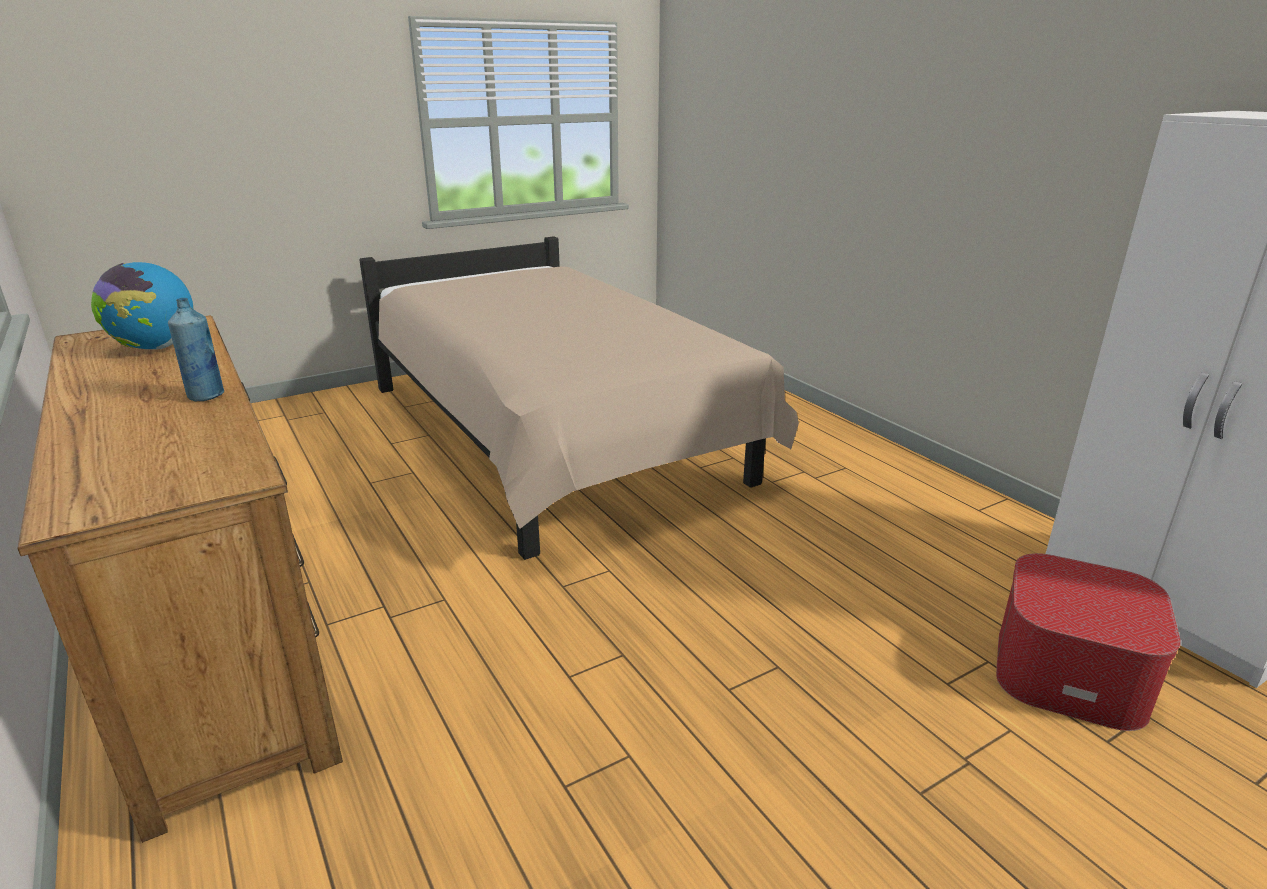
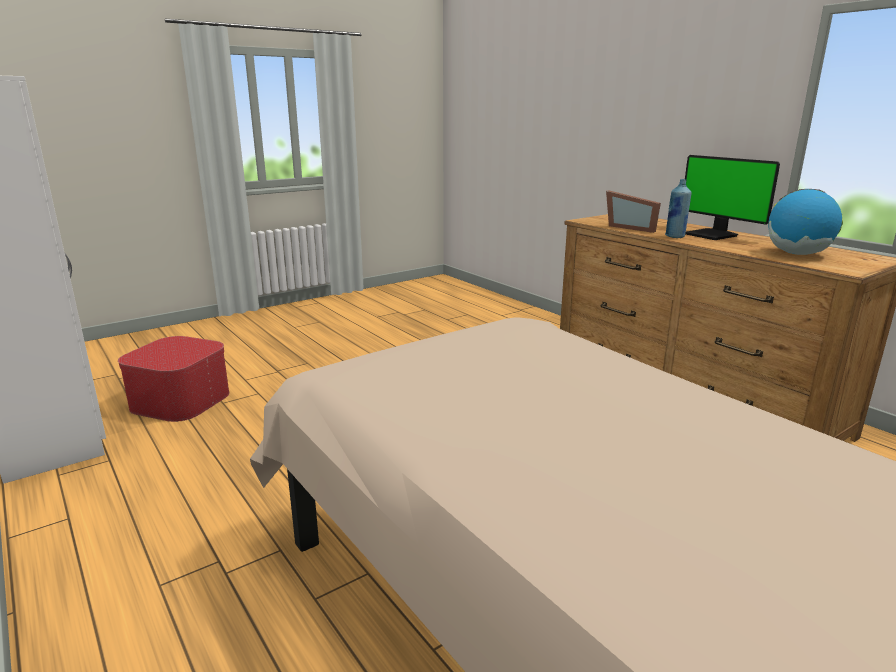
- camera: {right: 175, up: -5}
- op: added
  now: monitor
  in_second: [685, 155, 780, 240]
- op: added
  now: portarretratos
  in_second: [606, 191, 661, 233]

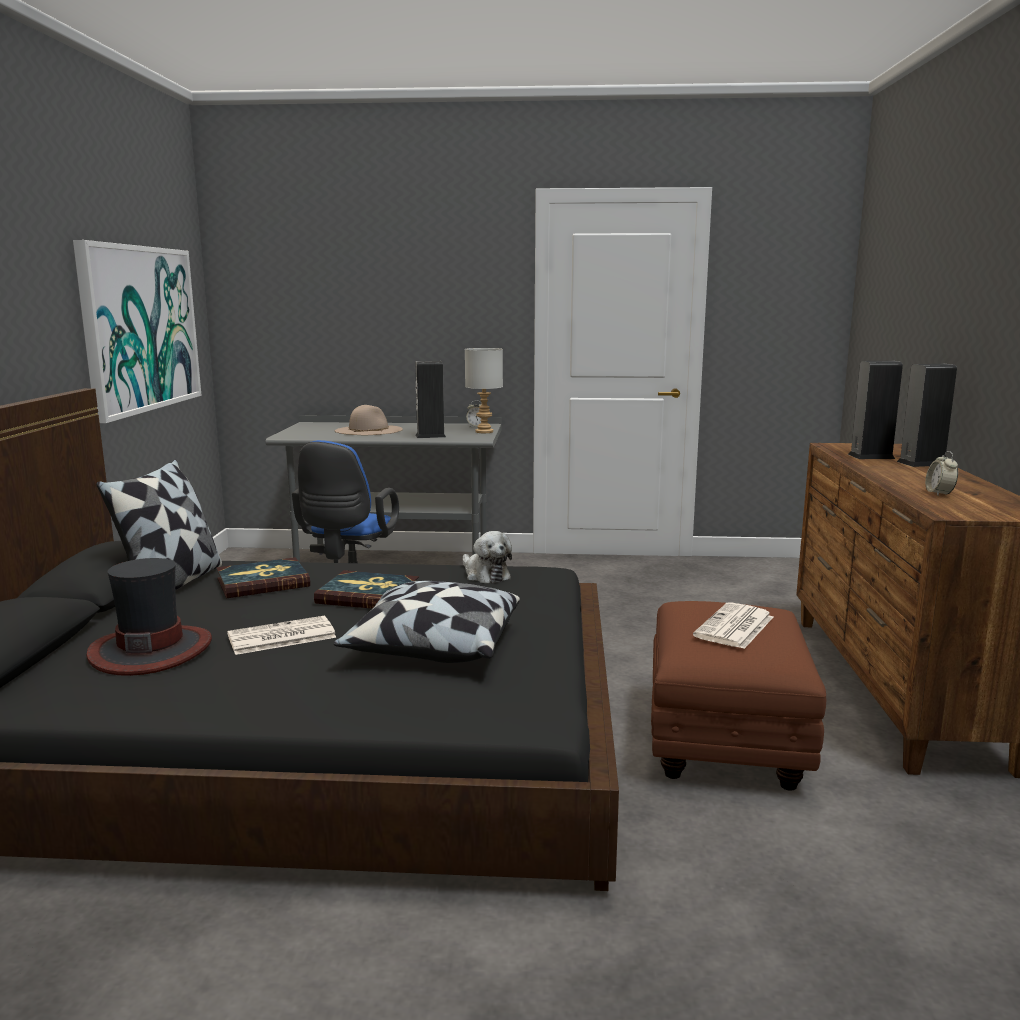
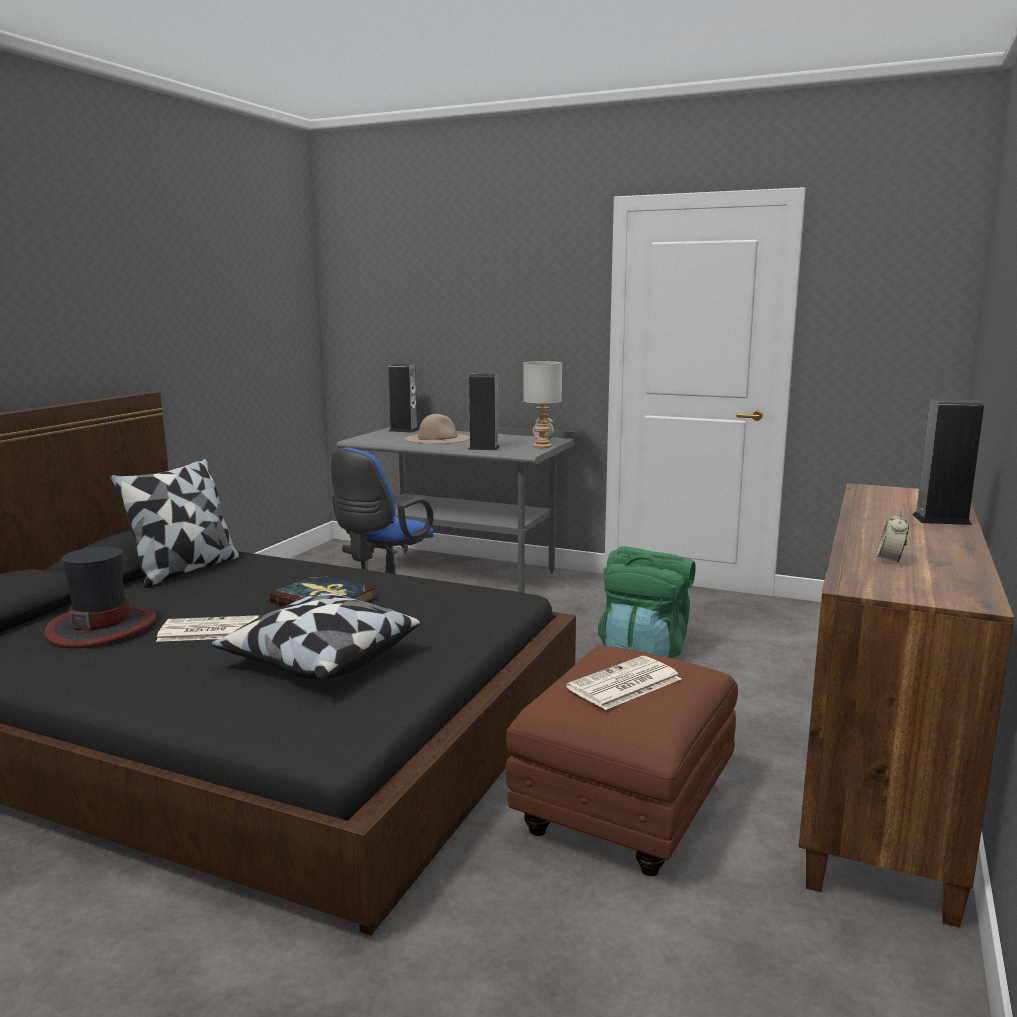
- camera: {right: 20, up: 0}
- op: removed
  was: cuadro
  in_first: [73, 240, 202, 423]
- op: moved
  was: altavoz
  in_first: [848, 361, 903, 459]
  in_second: [388, 364, 419, 433]
- op: removed
  was: peluche
  in_first: [463, 531, 512, 583]
- op: removed
  was: libro
  in_first: [216, 557, 310, 598]
- op: added
  now: mochila (verde)
  in_second: [598, 546, 695, 658]

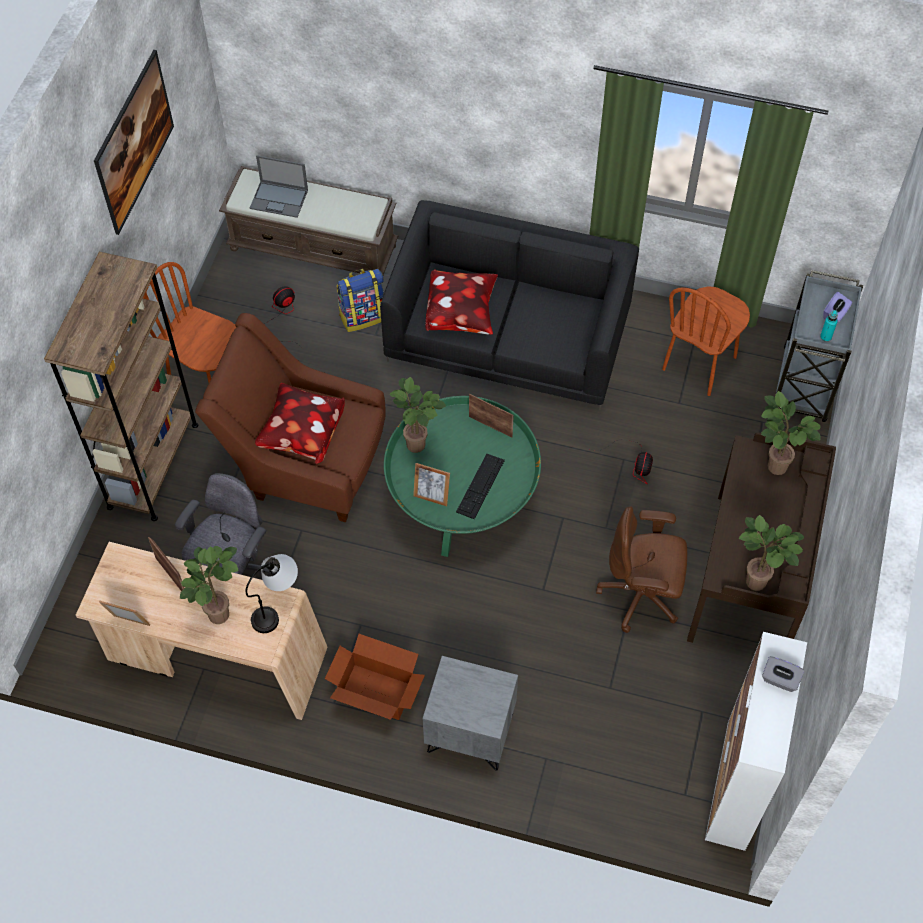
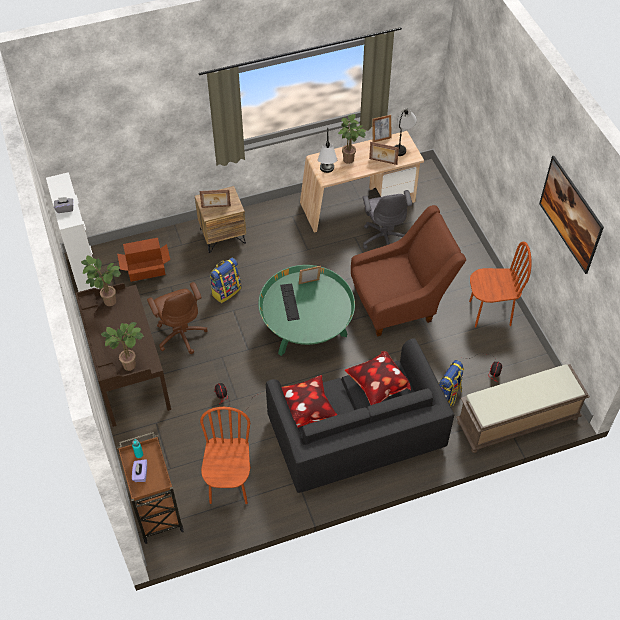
- camera: {right: 145, up: -5}
- op: removed
  was: portátil
  in_first: [250, 155, 308, 218]
- op: removed
  was: estantería (marrón)
  in_first: [44, 252, 198, 521]
- op: recoloured
  was: carrito (gris)
  now: carrito (marrón)
  in_first: [776, 270, 863, 422]
  in_second: [117, 432, 184, 544]
- op: removed
  was: planta en maceta
  in_first: [390, 377, 446, 453]
- op: moved
  was: cojín
  in_first: [255, 383, 345, 464]
  in_second: [281, 375, 337, 428]
- op: moved
  was: portarretratos
  in_first: [469, 394, 514, 438]
  in_second: [199, 190, 231, 208]
- op: turned
  was: silla de oficina (marrón)
  in_first: [596, 506, 687, 633]
  in_second: [147, 282, 208, 354]
  clockwise: 90
- op: moved
  was: caja de cartón
  in_first: [325, 634, 425, 720]
  in_second: [117, 238, 170, 282]
- op: recoloured
  was: mesita de noche (gris)
  now: mesita de noche (marrón)
  in_first: [423, 656, 518, 770]
  in_second: [195, 186, 246, 253]
- op: added
  now: lámpara de mesa
  in_second: [394, 108, 417, 156]
- op: added
  now: mochila
  in_second: [210, 258, 241, 303]

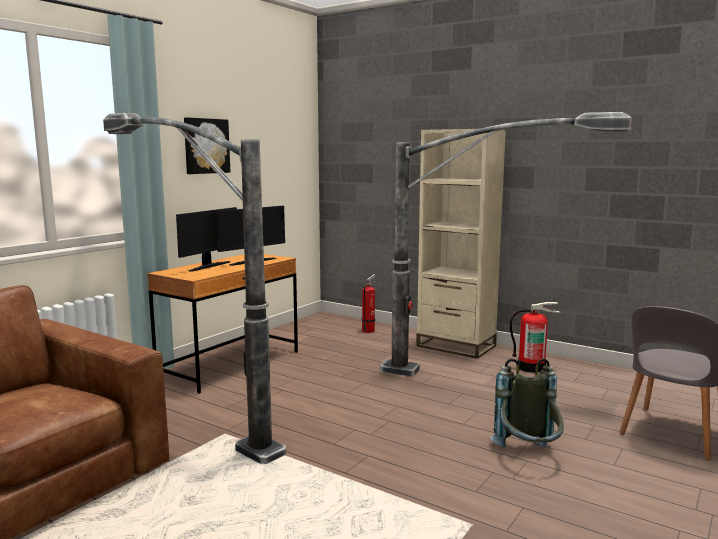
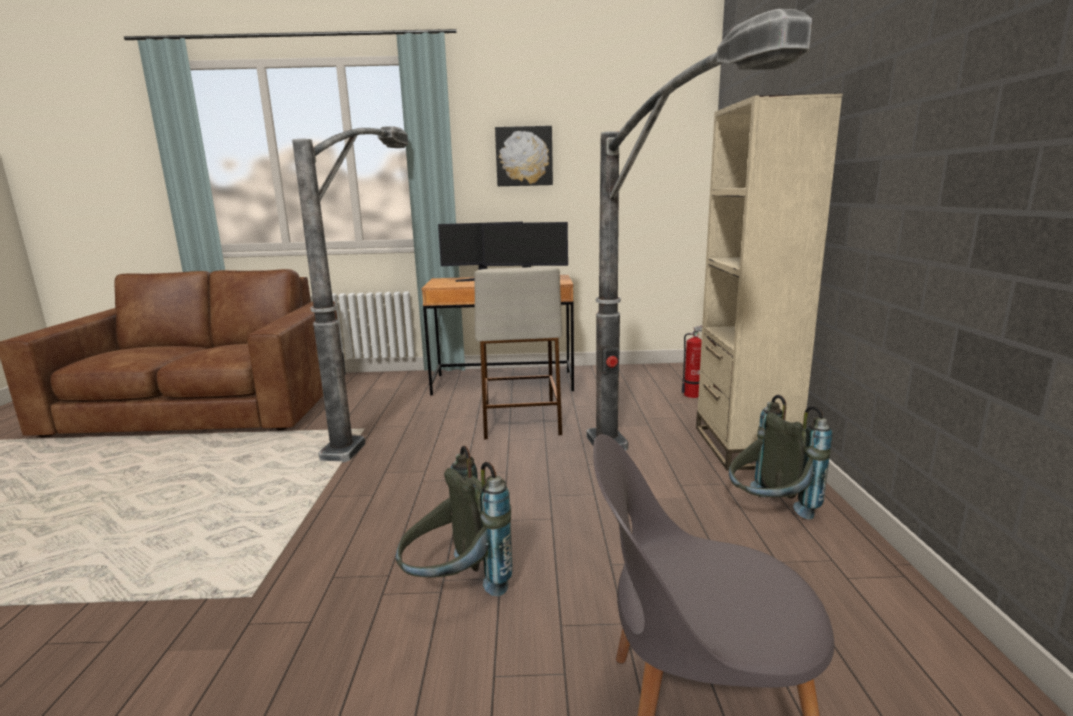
- camera: {right: 55, up: 5}
- op: replaced
  was: extintor
  now: mochila (gris)
  in_first: [509, 302, 561, 373]
  in_second: [729, 395, 832, 520]
- op: added
  now: taburete (beis)
  in_second: [474, 267, 562, 439]

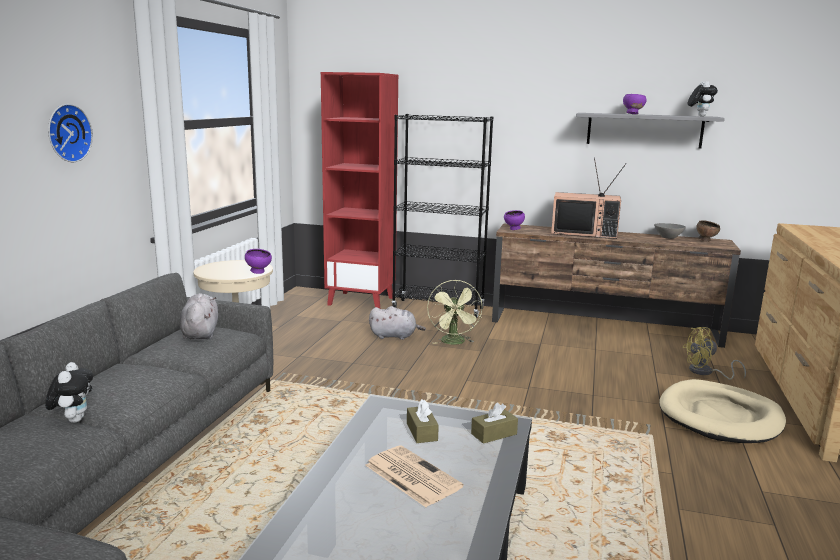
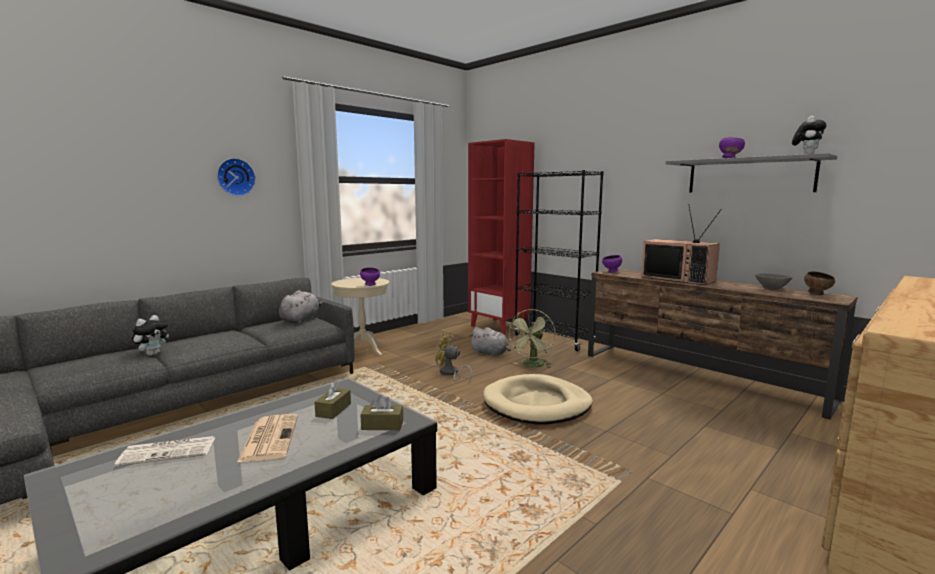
- camera: {right: 30, up: -5}
- op: moved
  was: ventilador (amarillo)
  in_first: [682, 327, 746, 380]
  in_second: [435, 333, 472, 381]
- op: moved
  was: cama para perro (beis)
  in_first: [659, 379, 786, 443]
  in_second: [483, 374, 593, 424]
- op: added
  now: periódico
  in_second: [115, 436, 215, 466]

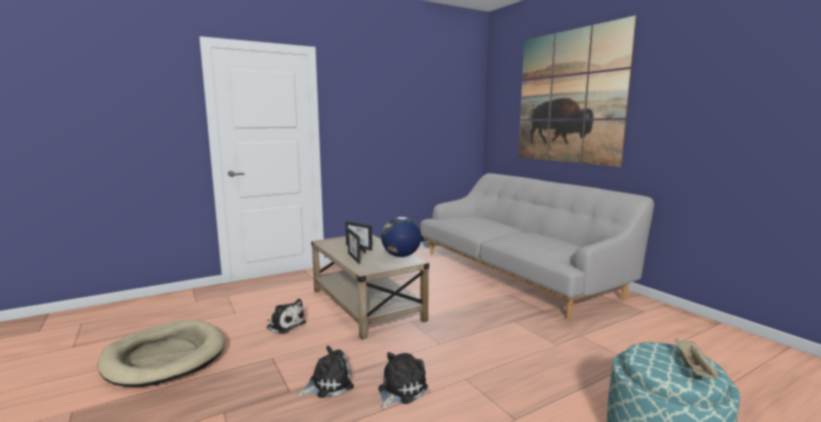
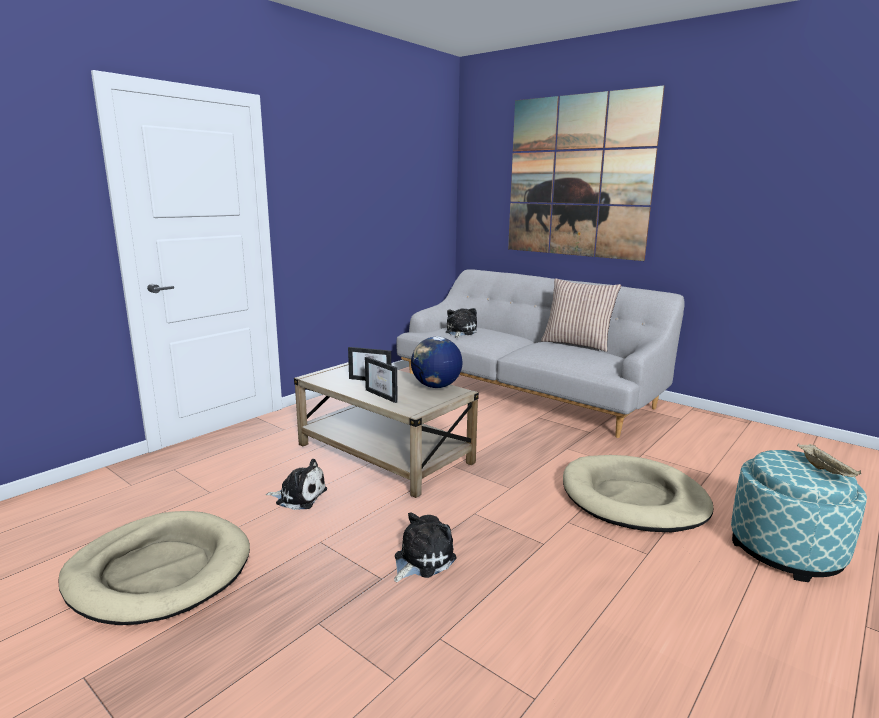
- camera: {right: -20, up: 5}
- op: moved
  was: peluche
  in_first: [378, 352, 428, 410]
  in_second: [446, 308, 477, 338]
- op: added
  now: cojín
  in_second: [541, 278, 621, 352]
- op: added
  now: cama para perro (beis)
  in_second: [563, 455, 713, 532]

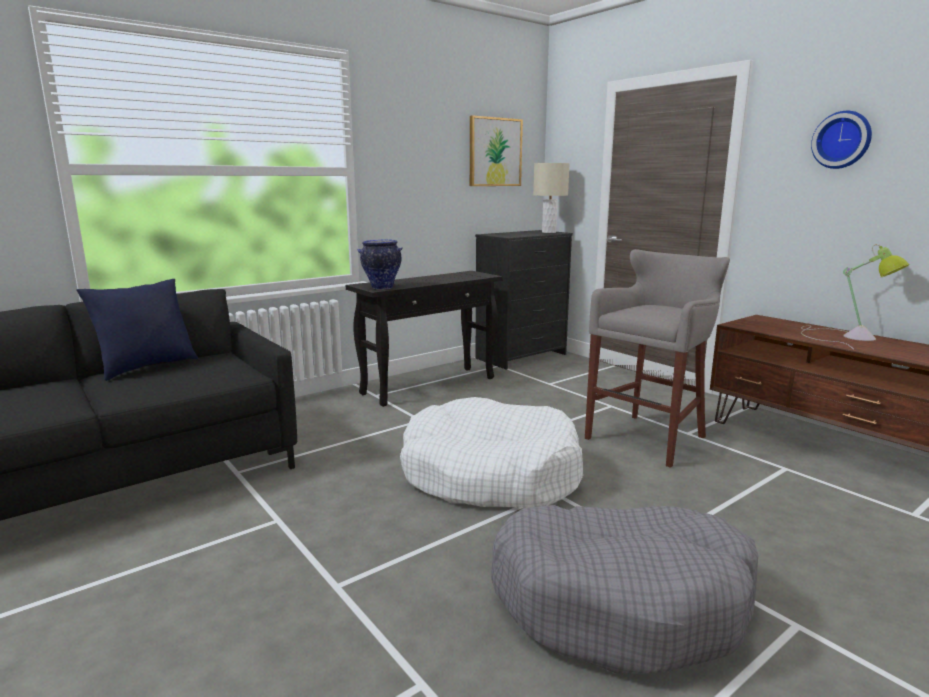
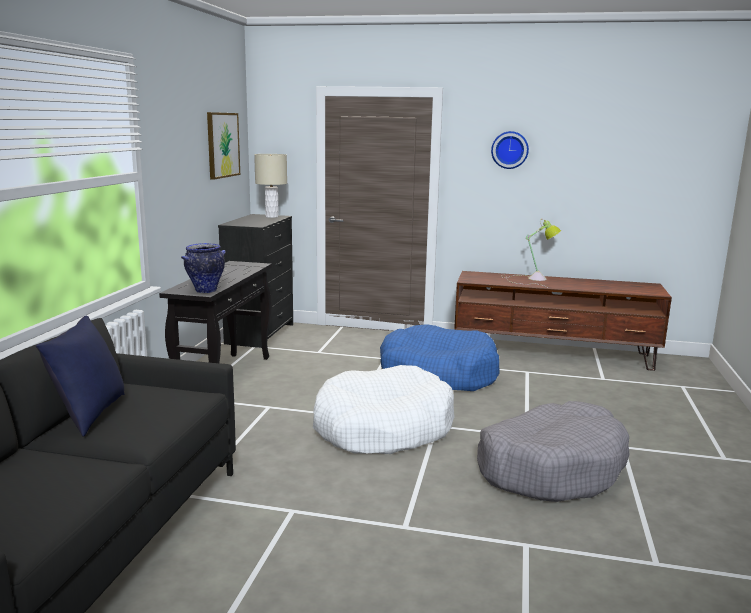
- camera: {right: -40, up: 0}
- op: replaced
  was: taburete (gris)
  now: cama para perro (azul)
  in_first: [585, 249, 730, 468]
  in_second: [380, 324, 500, 391]

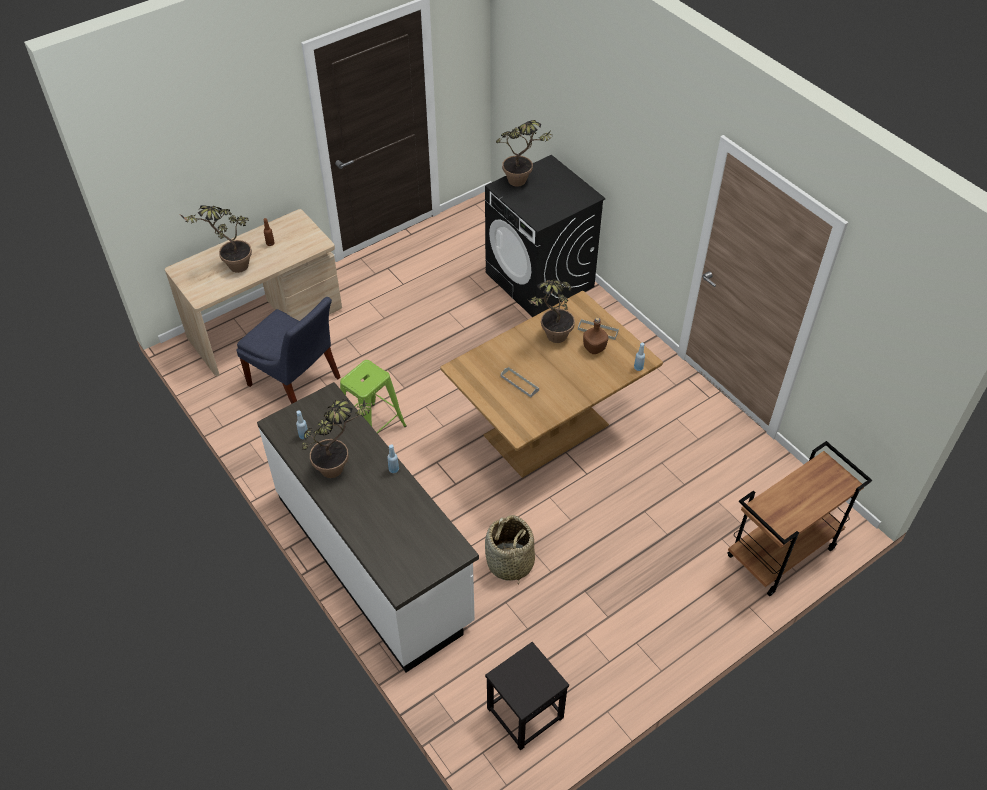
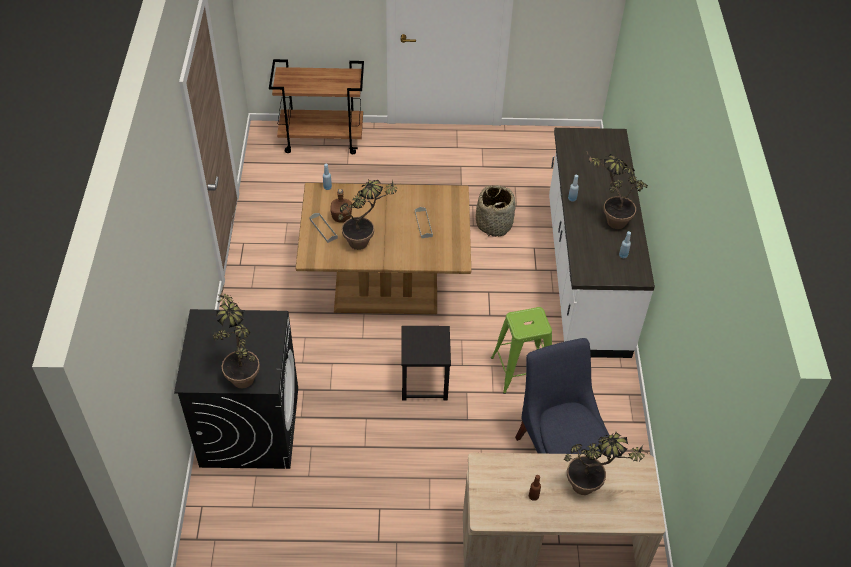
- camera: {right: -145, up: 0}
- op: moved
  was: taburete (negro)
  in_first: [485, 642, 569, 750]
  in_second: [401, 326, 451, 400]

